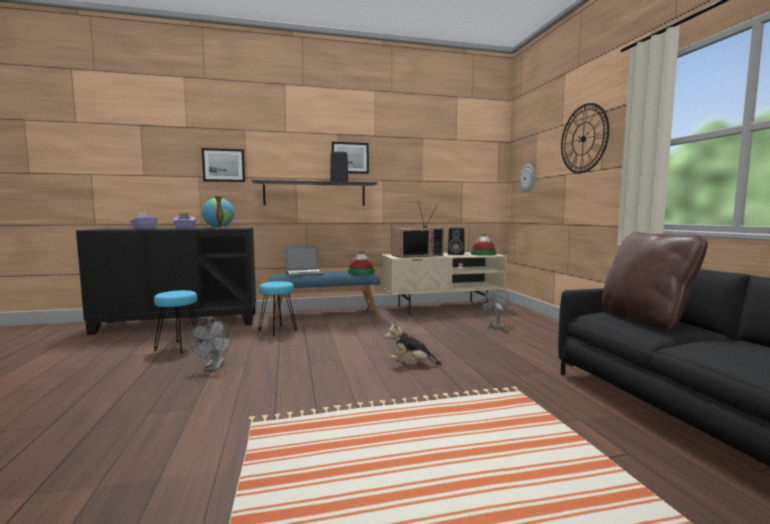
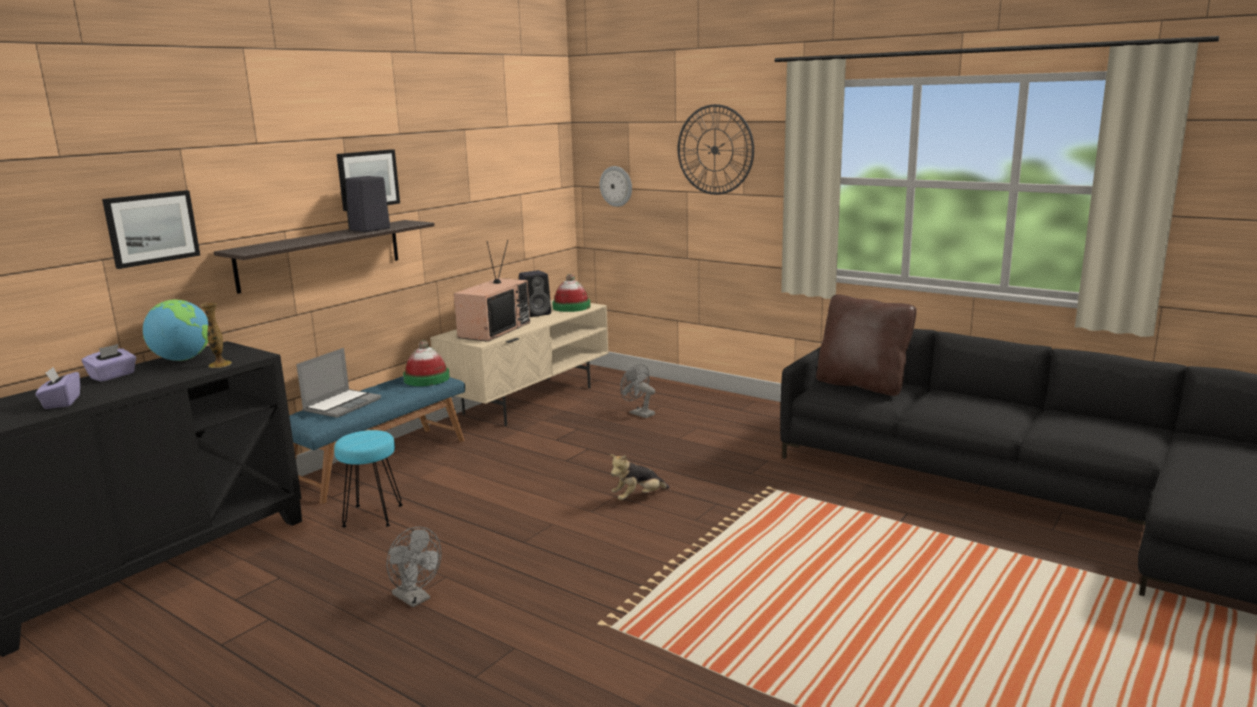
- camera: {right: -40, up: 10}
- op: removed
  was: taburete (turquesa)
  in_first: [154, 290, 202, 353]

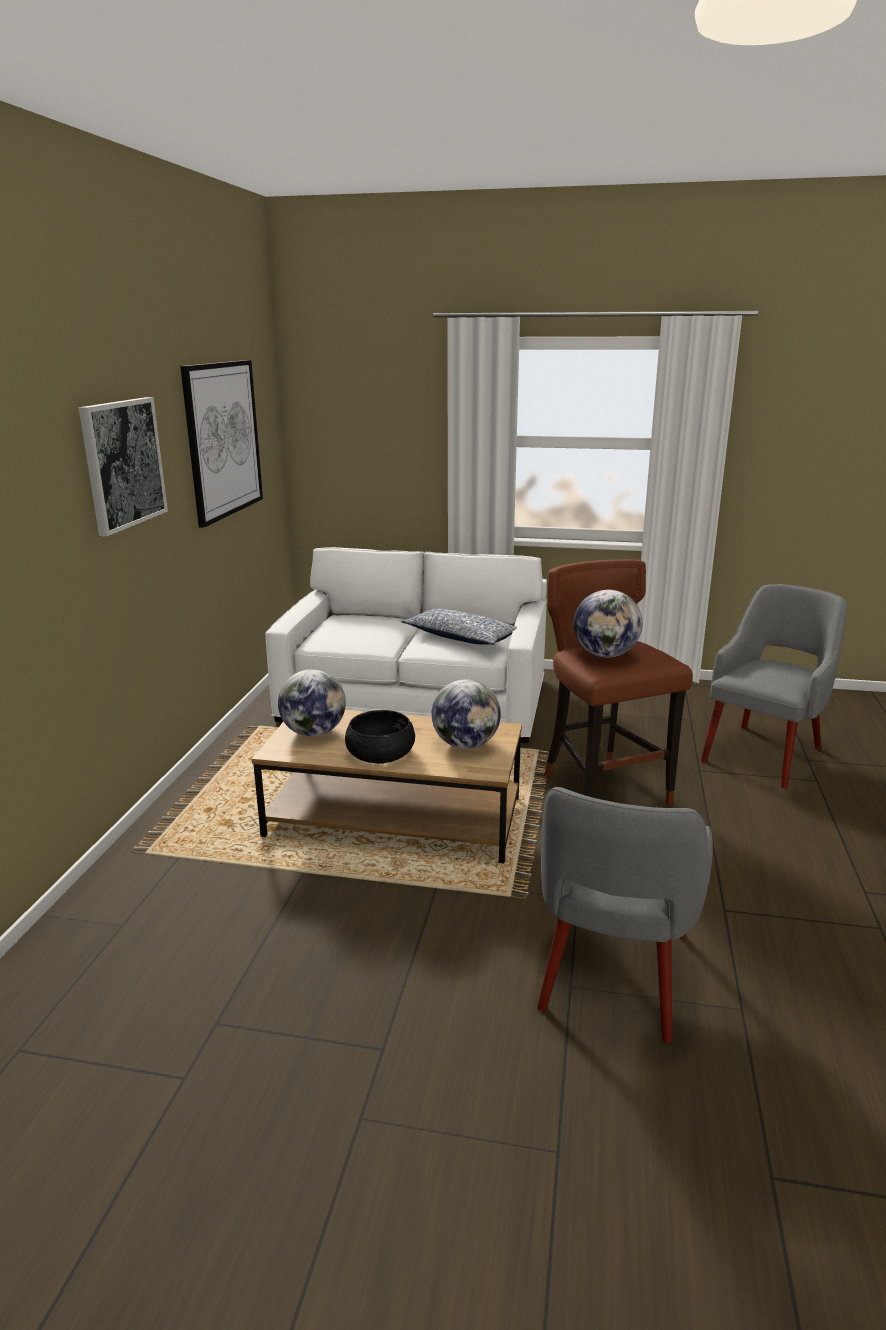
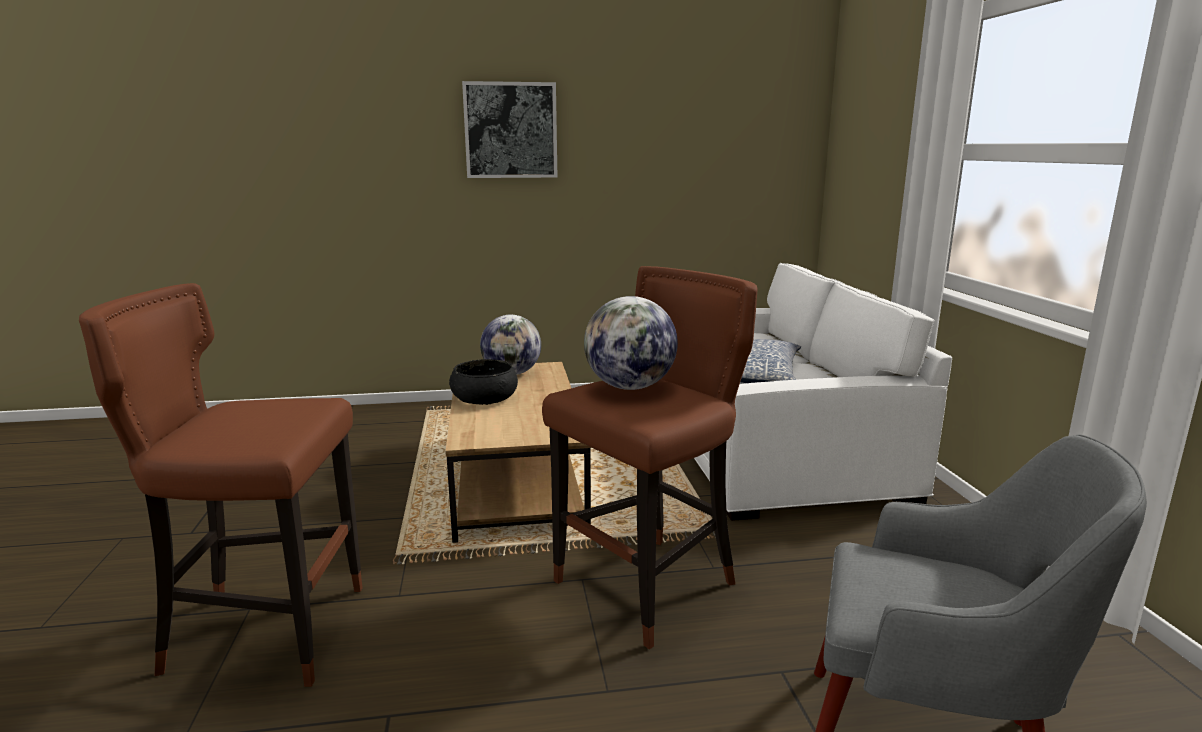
- camera: {right: 70, up: -5}
- op: removed
  was: cuadro
  in_first: [180, 360, 263, 528]
- op: removed
  was: globo terráqueo
  in_first: [431, 679, 501, 749]
- op: replaced
  was: sillón (gris)
  now: taburete (marrón)
  in_first: [537, 787, 713, 1043]
  in_second: [79, 283, 363, 687]

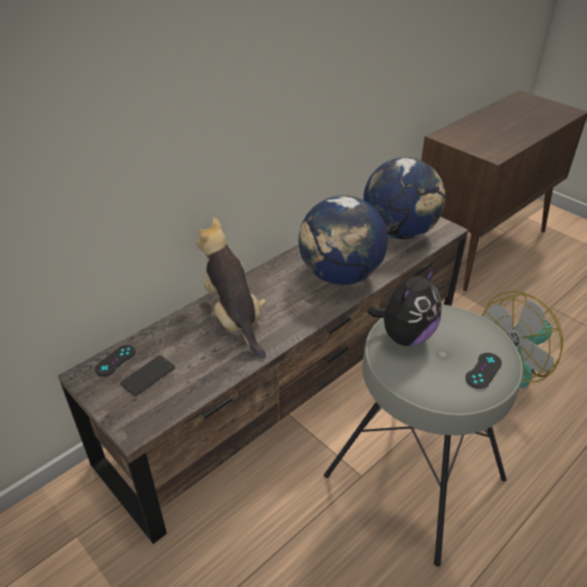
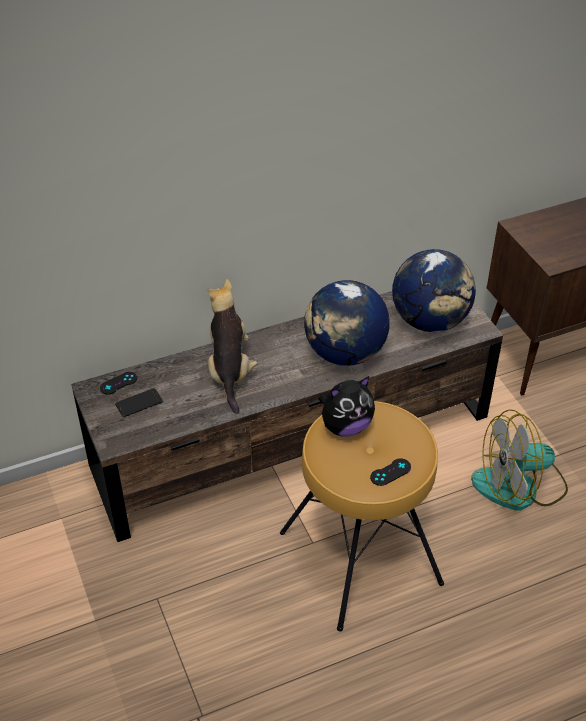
- camera: {right: 20, up: 5}
- op: recoloured
  was: taburete (gris)
  now: taburete (marrón)
  in_first: [324, 304, 523, 567]
  in_second: [280, 401, 444, 631]

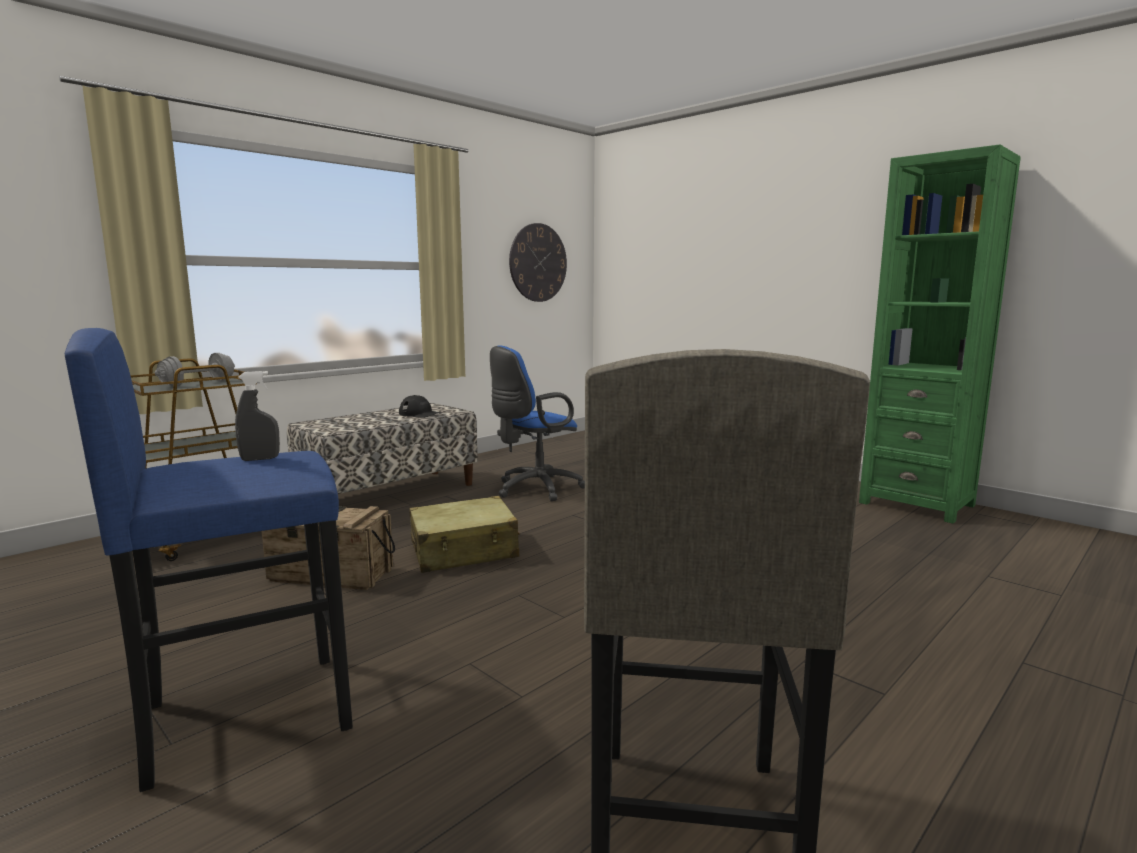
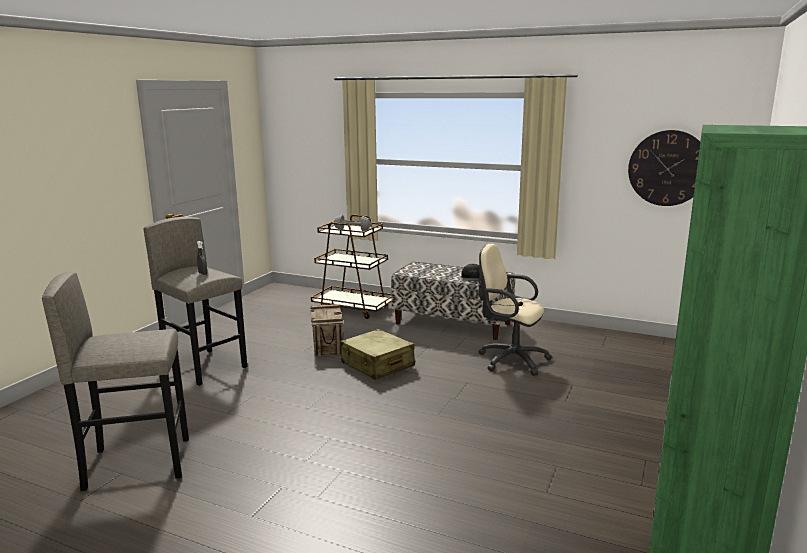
- camera: {right: 70, up: 5}
- op: recoloured
  was: taburete (azul)
  now: taburete (gris)
  in_first: [65, 328, 353, 792]
  in_second: [144, 217, 247, 386]
- op: recoloured
  was: silla de oficina (azul)
  now: silla de oficina (beis)
  in_first: [490, 345, 585, 501]
  in_second: [478, 244, 552, 376]

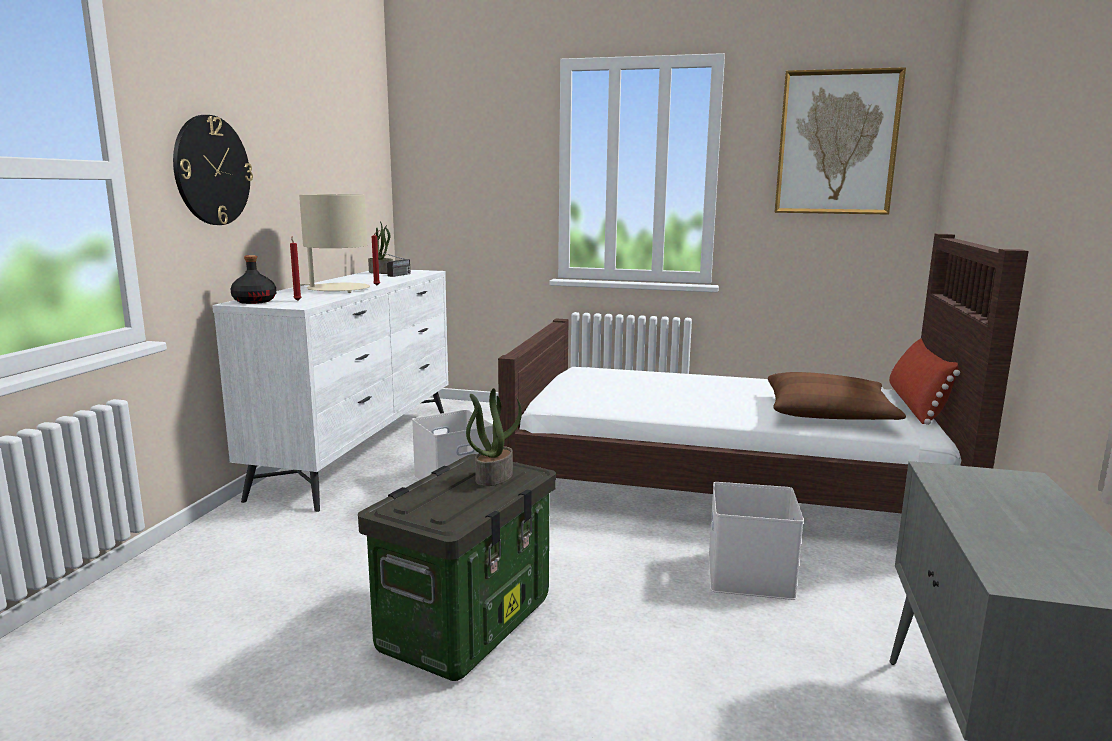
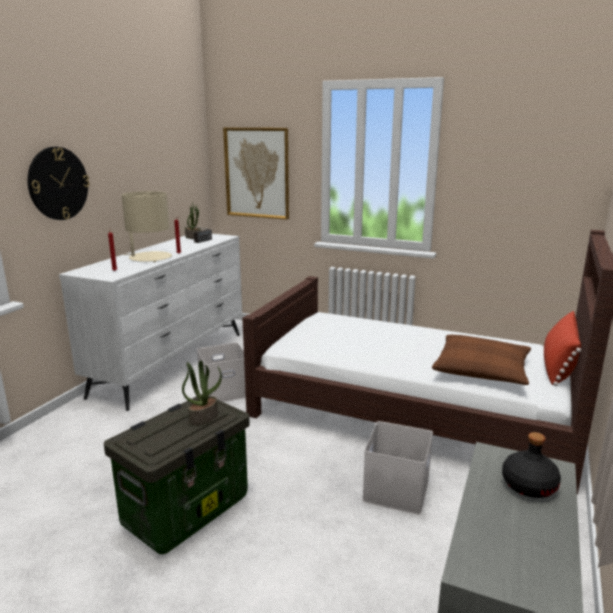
- camera: {right: 10, up: 5}
- op: moved
  was: cuadro
  in_first: [775, 67, 906, 215]
  in_second: [223, 128, 289, 220]
- op: moved
  was: botella (negro)
  in_first: [230, 255, 276, 304]
  in_second: [502, 432, 561, 498]

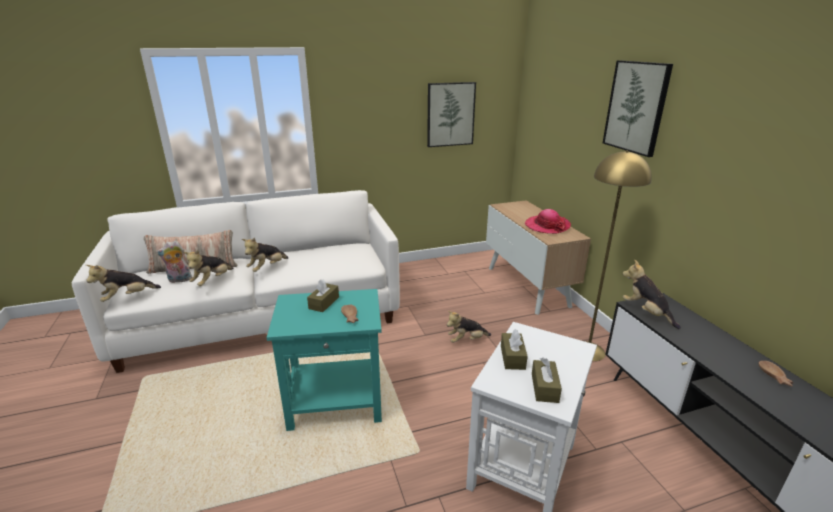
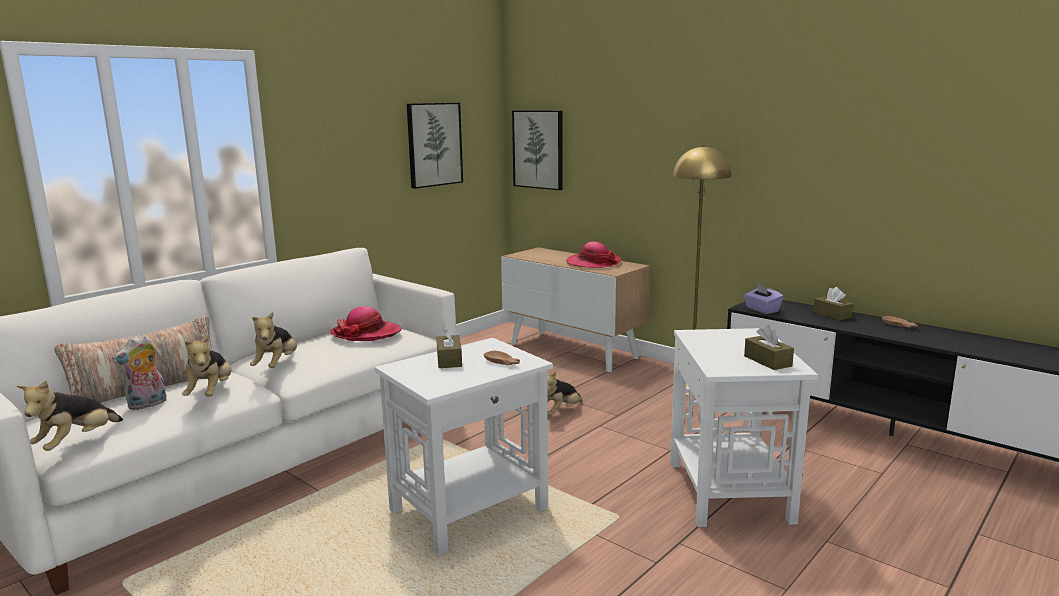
- camera: {right: -30, up: -10}
- op: moved
  was: cuadro
  in_first: [603, 60, 673, 157]
  in_second: [512, 110, 563, 190]
- op: replaced
  was: peluche
  now: caja de pañuelos (morado)
  in_first: [623, 260, 681, 329]
  in_second: [744, 283, 784, 314]
- op: recoloured
  was: mesa auxiliar (turquesa)
  now: mesa auxiliar (blanco)
  in_first: [267, 289, 382, 431]
  in_second: [374, 338, 553, 555]
- op: moved
  was: caja de pañuelos (marrón)
  in_first: [501, 329, 528, 370]
  in_second: [813, 287, 854, 320]
- op: added
  now: sombrero
  in_second: [330, 306, 402, 341]

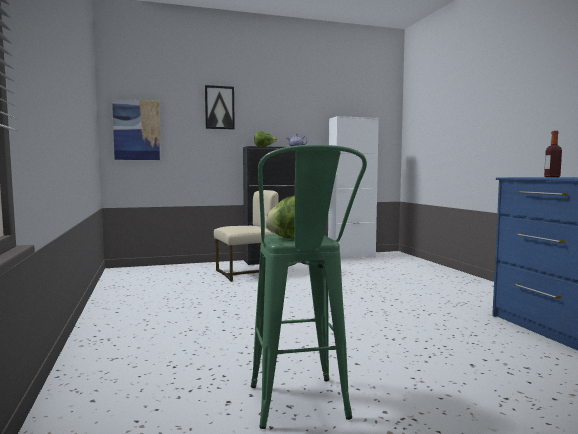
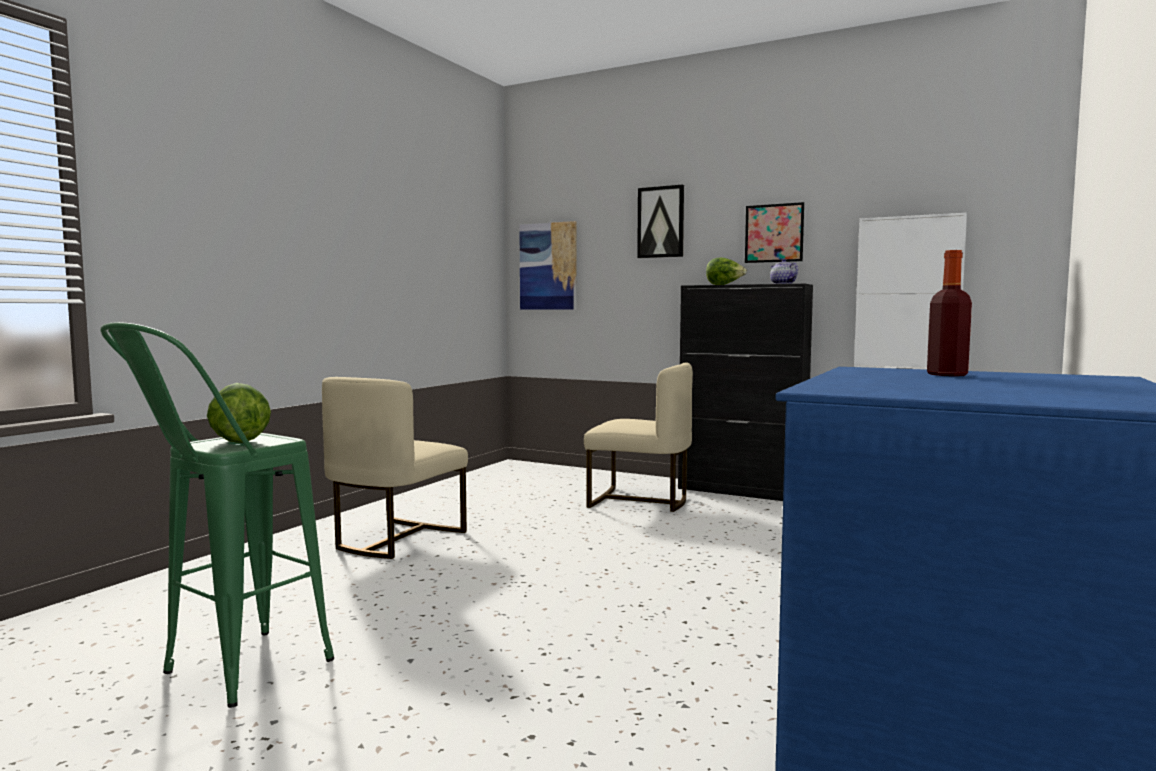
- camera: {right: 45, up: 0}
- op: added
  now: cuadro
  in_second: [745, 202, 804, 263]
- op: added
  now: silla (beis)
  in_second: [322, 377, 468, 559]

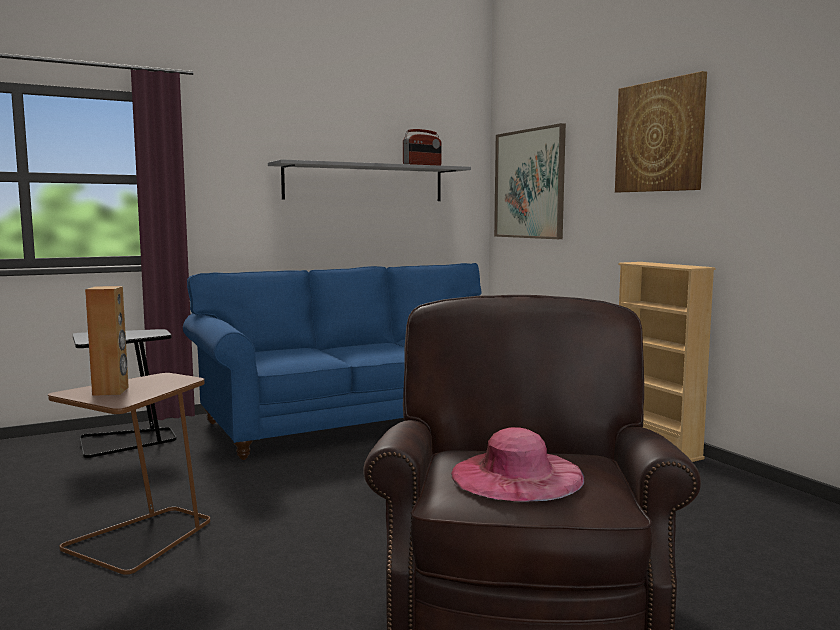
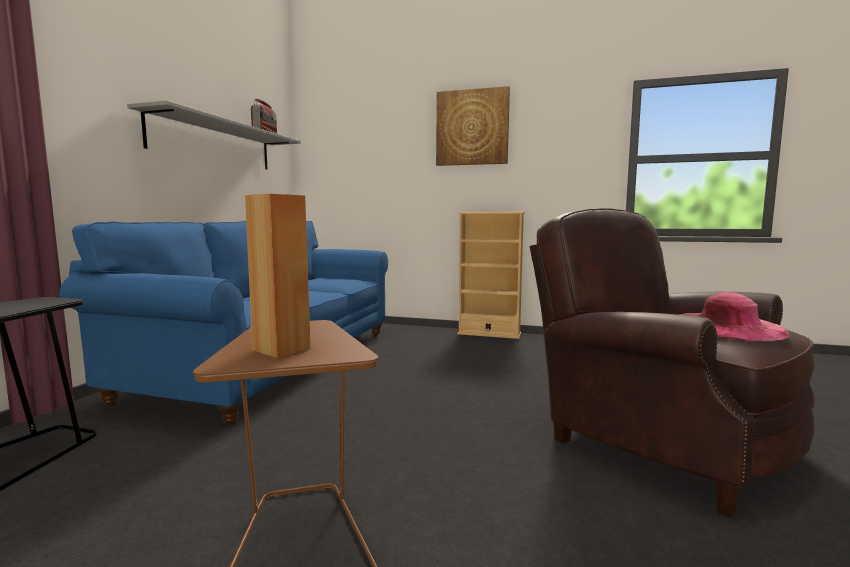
- camera: {right: -45, up: 0}
- op: removed
  was: cuadro
  in_first: [494, 123, 566, 239]

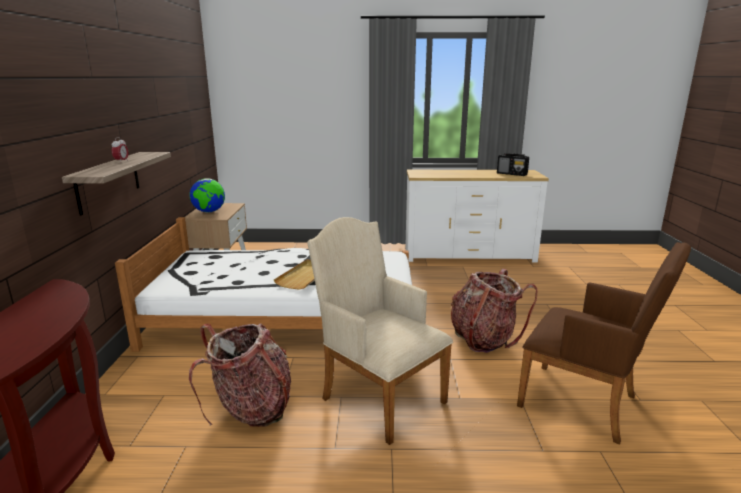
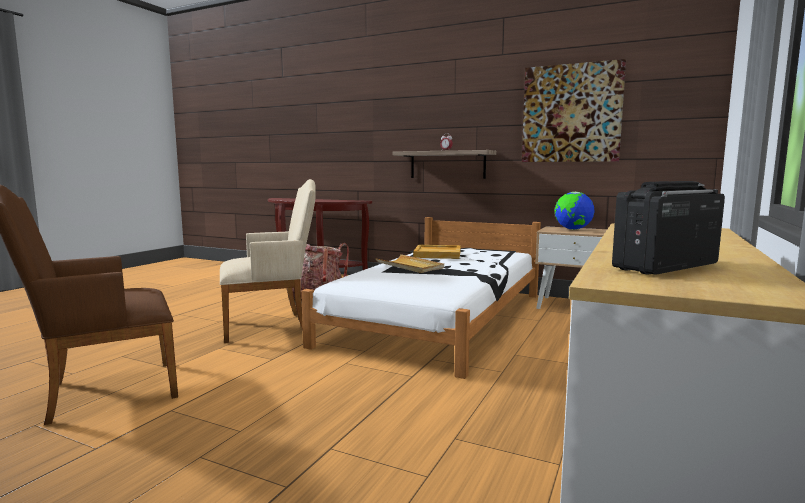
- camera: {right: 115, up: -10}
- op: removed
  was: mochila
  in_first: [451, 269, 537, 353]
- op: added
  now: cuadro
  in_second: [522, 59, 626, 162]
- op: added
  now: bandeja (beis)
  in_second: [413, 245, 461, 259]

